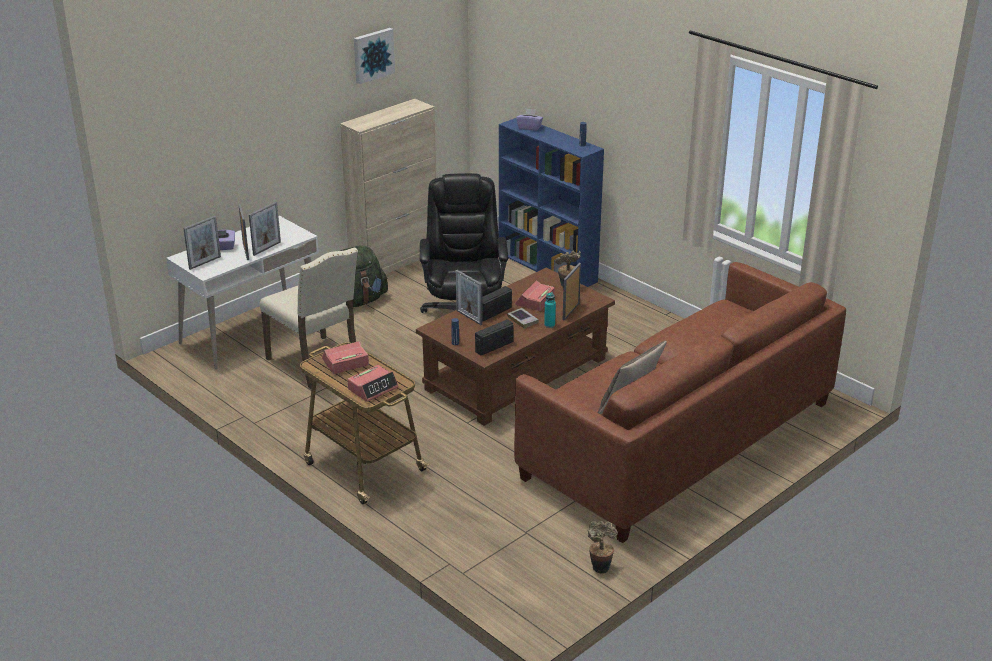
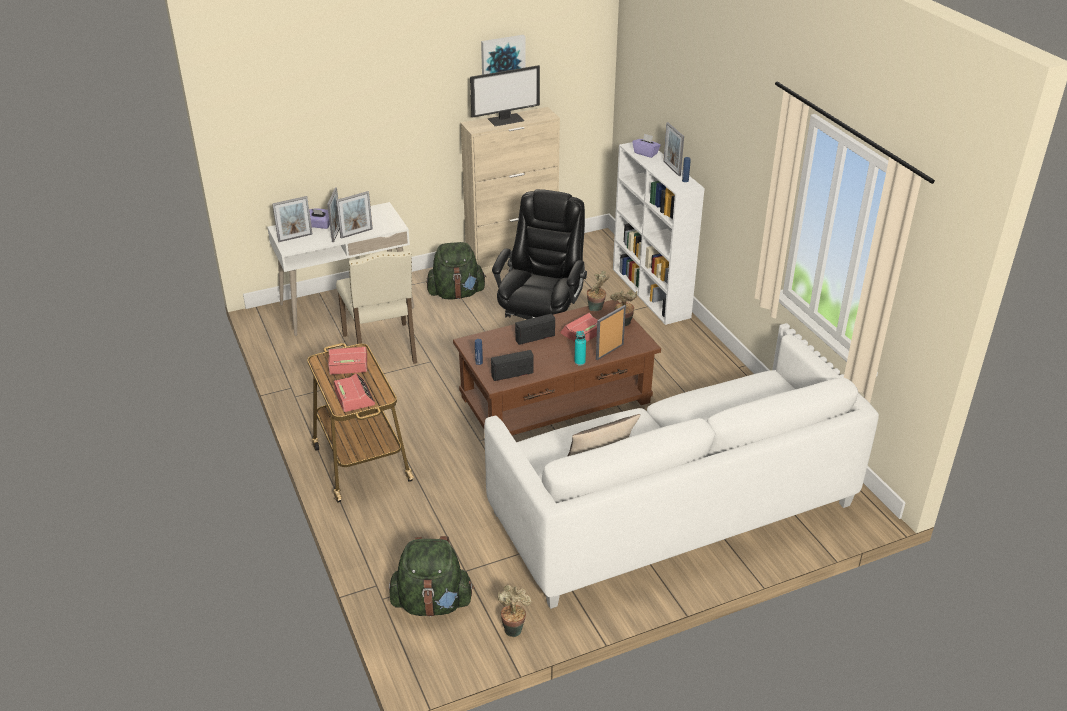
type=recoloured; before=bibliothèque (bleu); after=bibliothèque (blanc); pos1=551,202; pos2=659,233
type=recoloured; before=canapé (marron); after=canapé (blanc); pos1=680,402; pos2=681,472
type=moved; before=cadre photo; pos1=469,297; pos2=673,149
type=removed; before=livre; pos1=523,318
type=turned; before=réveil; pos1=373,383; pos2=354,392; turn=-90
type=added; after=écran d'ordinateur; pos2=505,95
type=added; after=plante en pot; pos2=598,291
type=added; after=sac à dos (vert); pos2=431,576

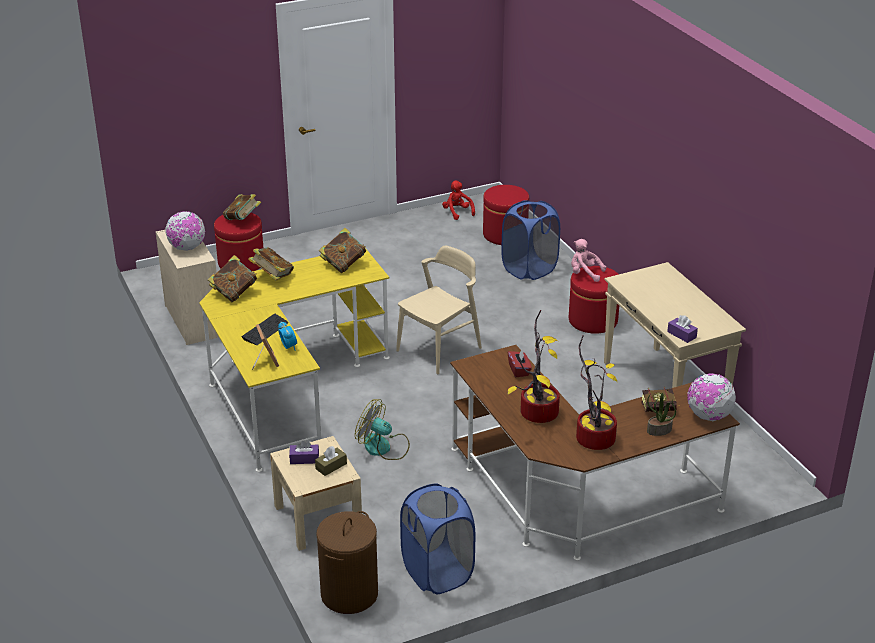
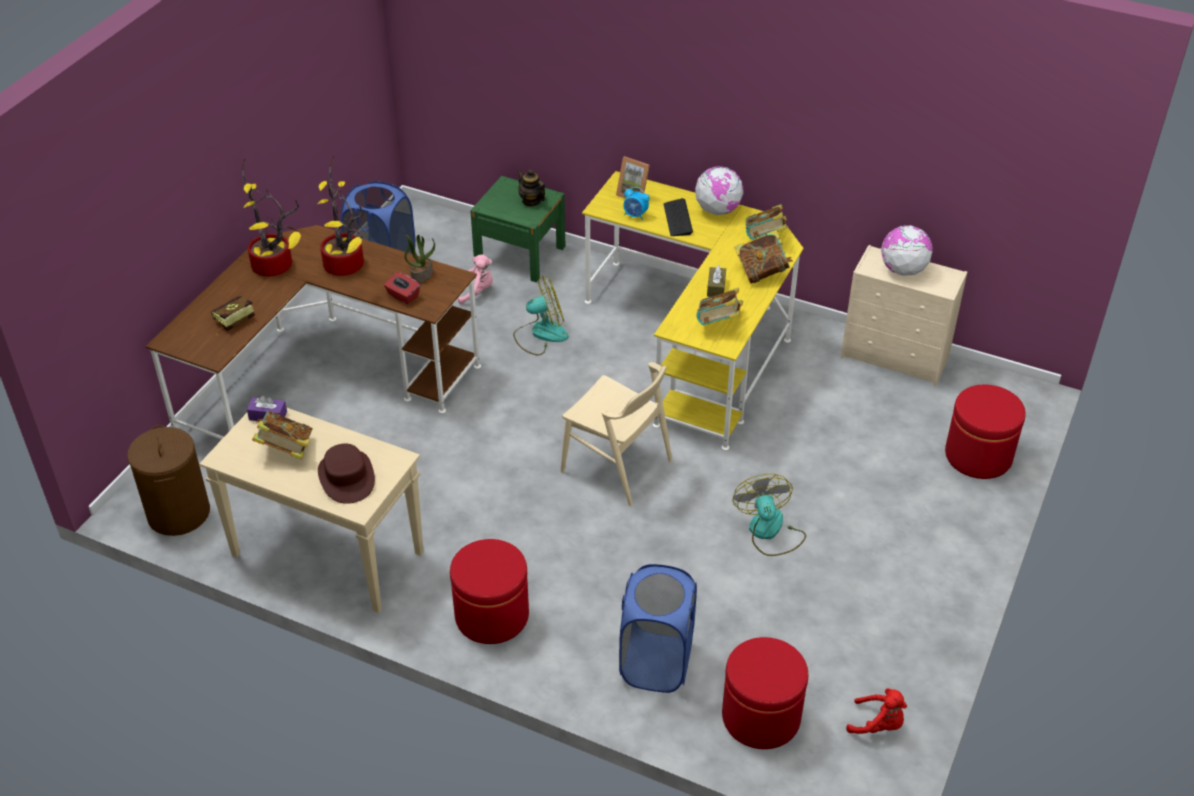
type=moved; before=livre; pos1=242,207; pos2=282,435
type=moved; before=peluche (rose); pos1=588,260; pos2=475,279
type=turned; before=chaise (beige); pos1=439,310; pos2=616,434; turn=-60
type=moved; before=globe; pos1=711,397; pos2=719,190
type=moved; before=plante en pot; pos1=661,414; pos2=419,259
type=recoloured; before=table de chevet (beige); after=table de chevet (vert); pos1=316,493; pos2=517,229
type=replaced; before=boîte à mouchoirs (violet); after=théière; pos1=304,452; pos2=531,188
type=moved; before=boîte à mouchoirs (marron); pos1=331,461; pos2=716,281
type=moved; before=panier à linge (marron); pos1=347,562; pos2=168,480
type=added; after=chapeau (marron); pos2=346,473
type=added; after=ventilateur; pos2=769,515

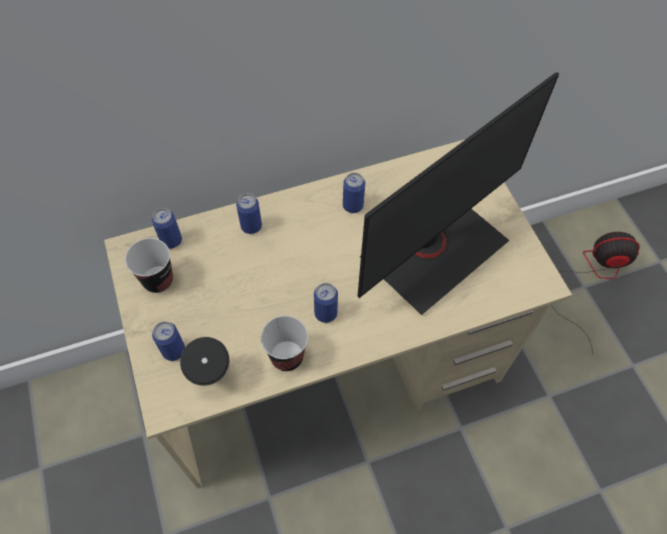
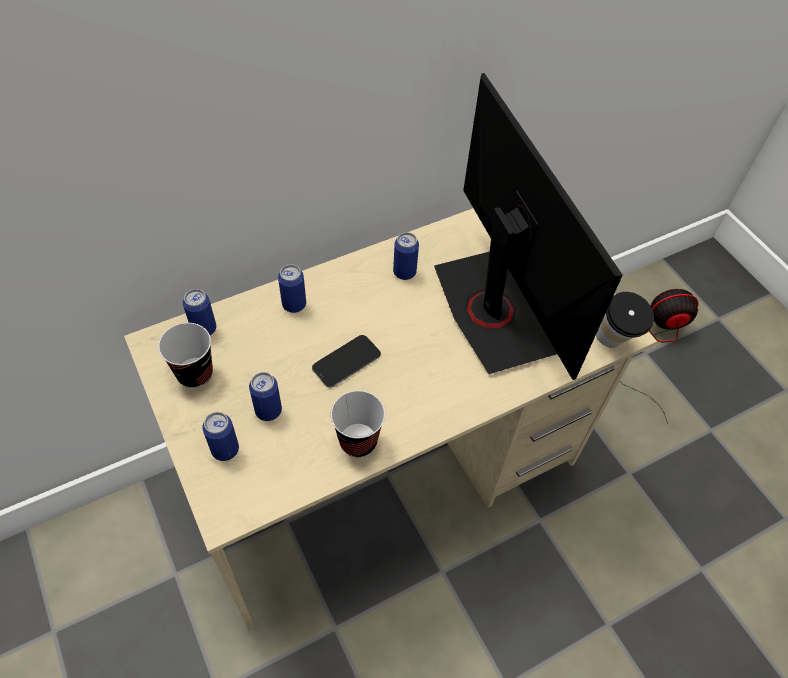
type=turned; before=écran d'ordinateur; pos1=458,193; pos2=528,226; turn=-60
type=moved; before=boîte métallique; pos1=326,303; pos2=265,396
type=moved; before=tasse; pos1=205,361; pos2=625,319
type=added; after=téléphone; pos2=346,361

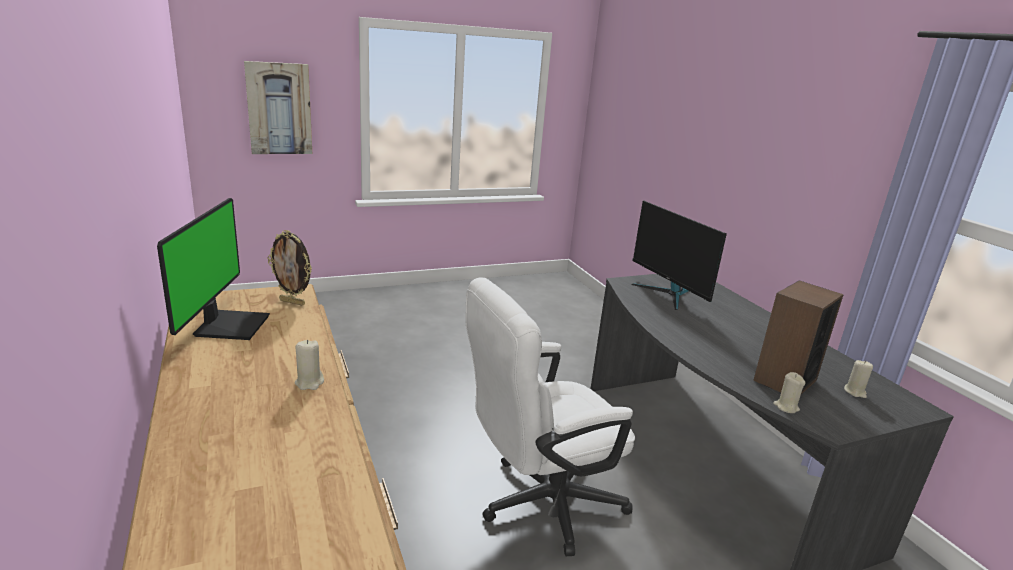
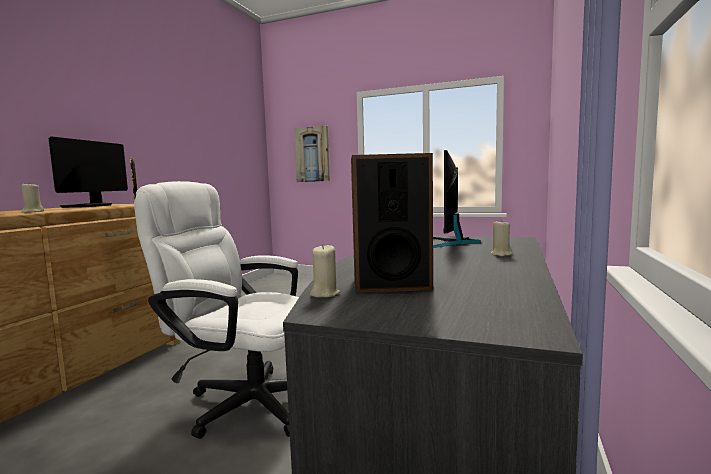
type=turned; before=écran d'ordinateur; pos1=213,269; pos2=88,172; turn=150
type=moved; before=bougie (beige); pos1=858,379; pos2=502,239

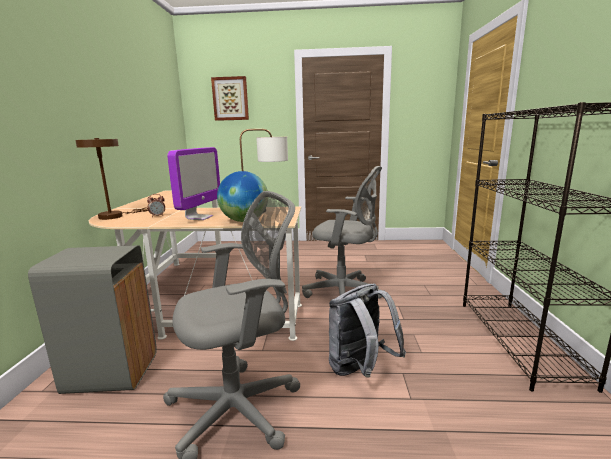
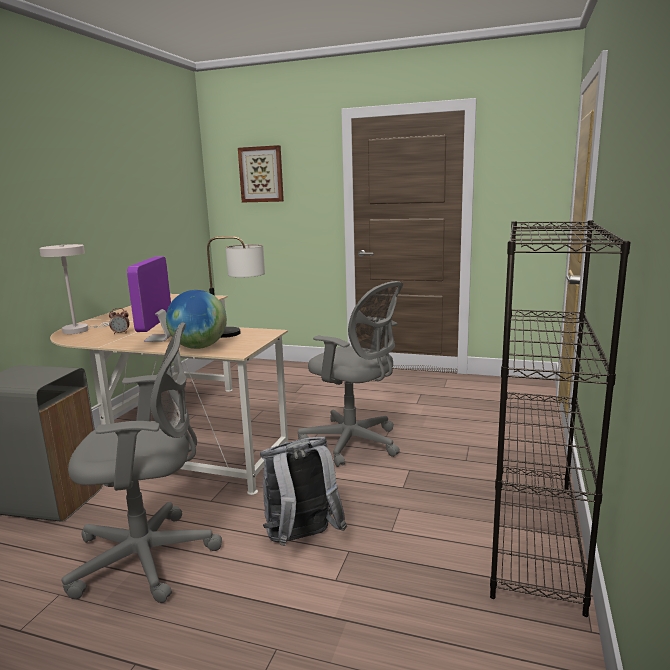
type=recoloured; before=lampe de table (marron); after=lampe de table (blanc); pos1=111,179; pos2=74,289
type=turned; before=écran d'ordinateur; pos1=193,183; pos2=149,299; turn=150

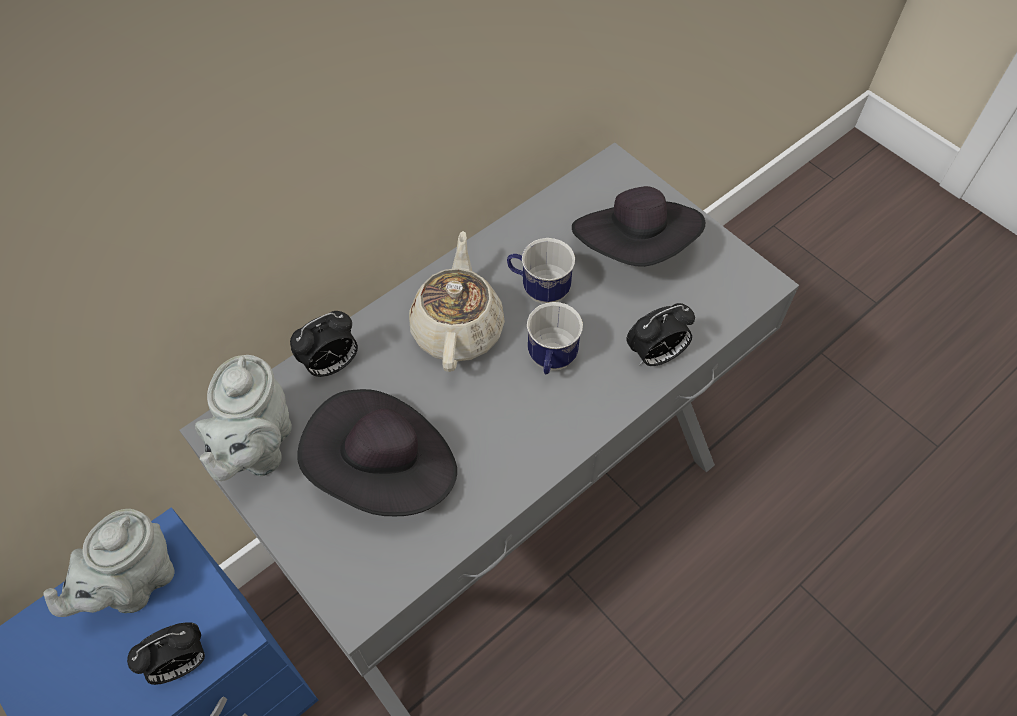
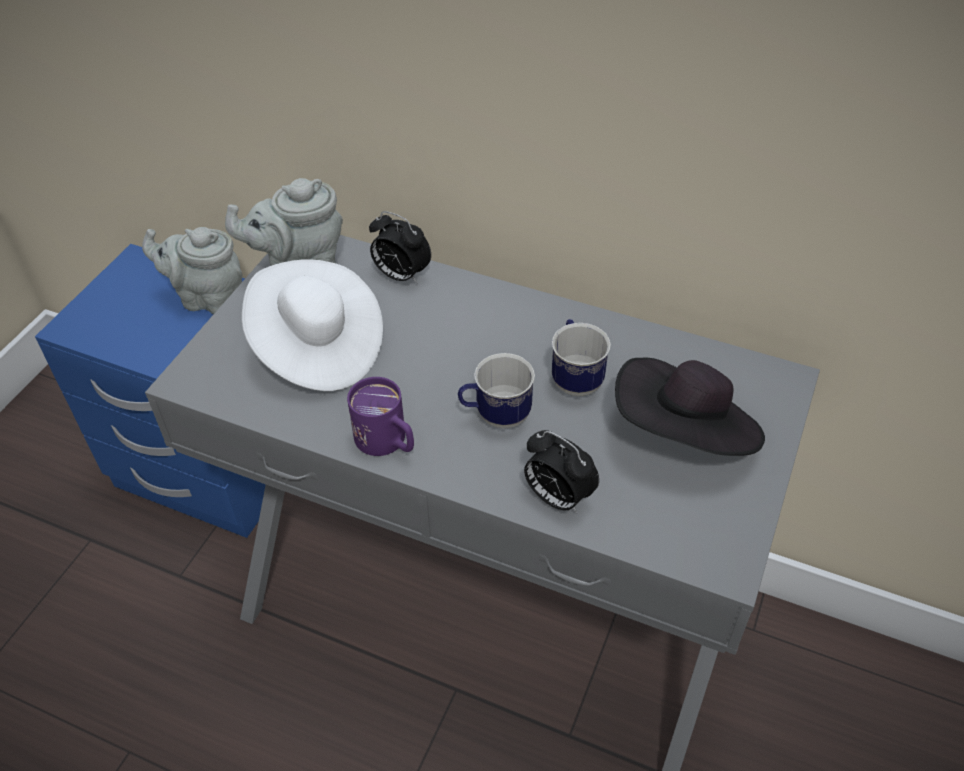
type=removed; before=théière (beige); pos1=457,301
type=recoloured; before=chapeau (noir); after=chapeau (blanc); pos1=377,452; pos2=312,325
type=removed; before=réveil; pos1=166,653
type=added; after=mug (violet); pos2=380,416

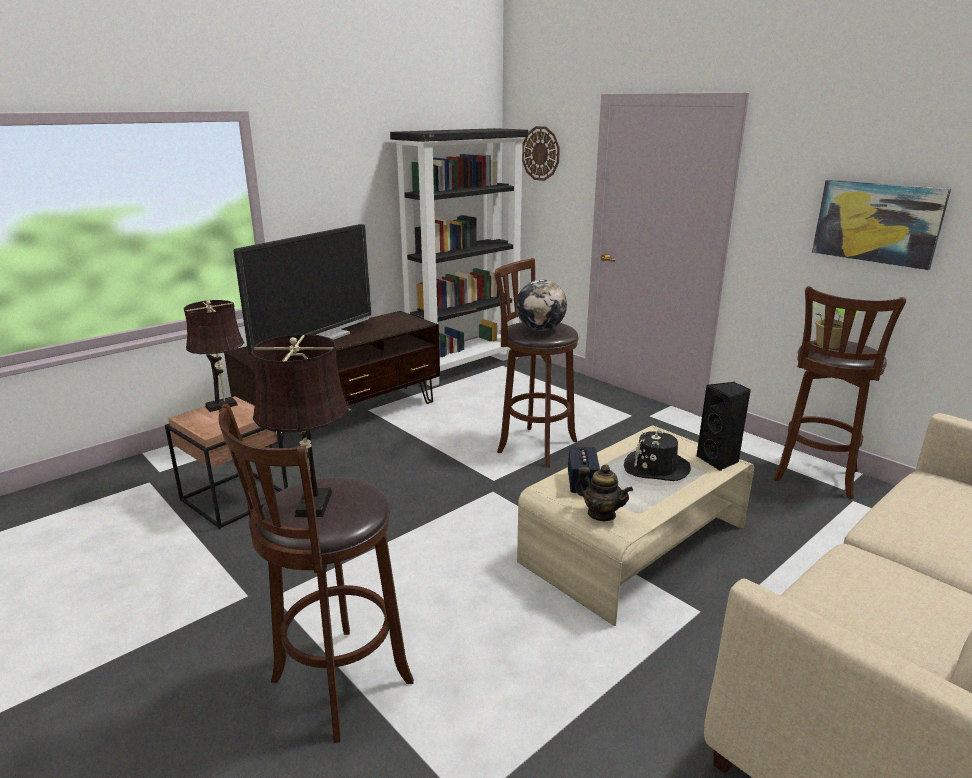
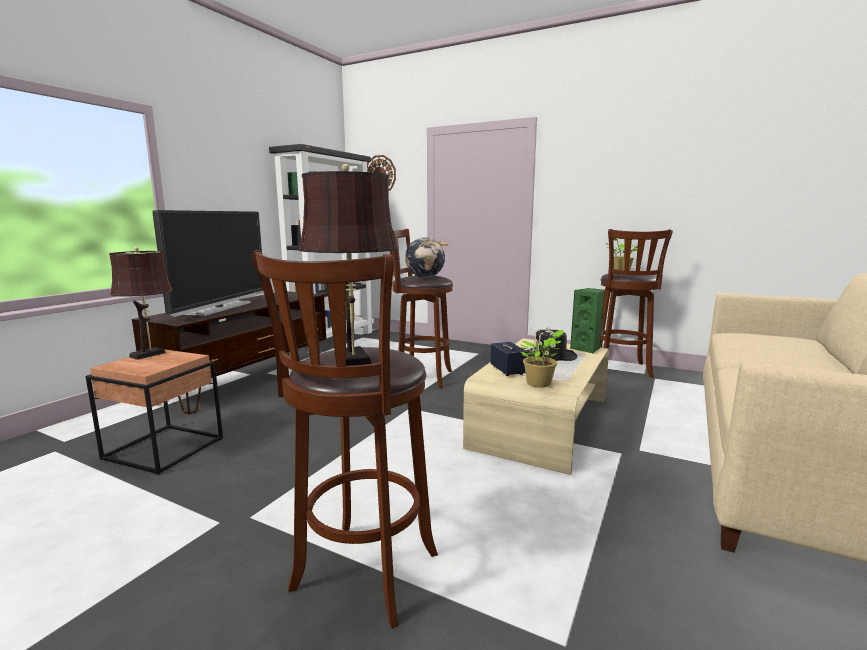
type=removed; before=tableau; pos1=881,225
type=recoloured; before=enceinte (noir); after=enceinte (vert); pos1=723,426; pos2=587,321
type=replaced; before=théière; after=plante en pot; pos1=604,493; pos2=541,359

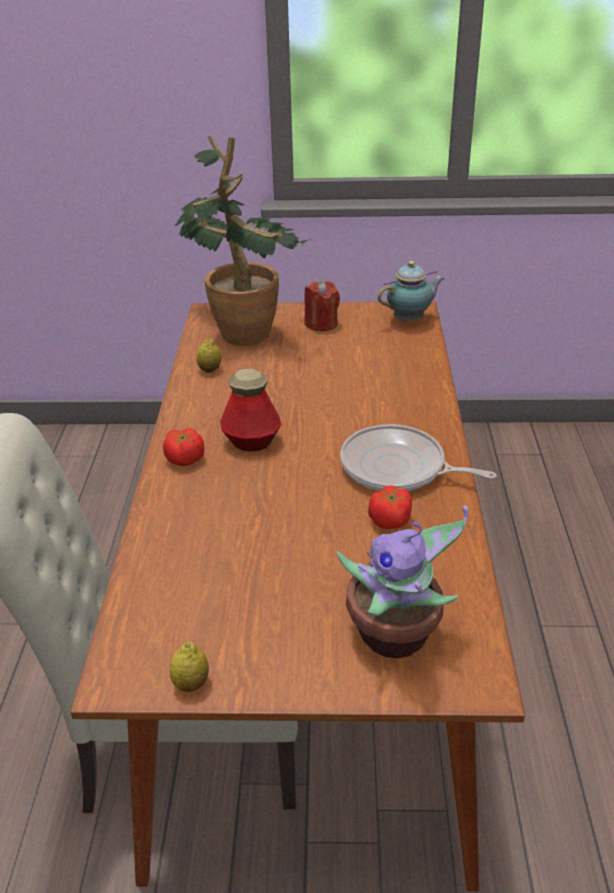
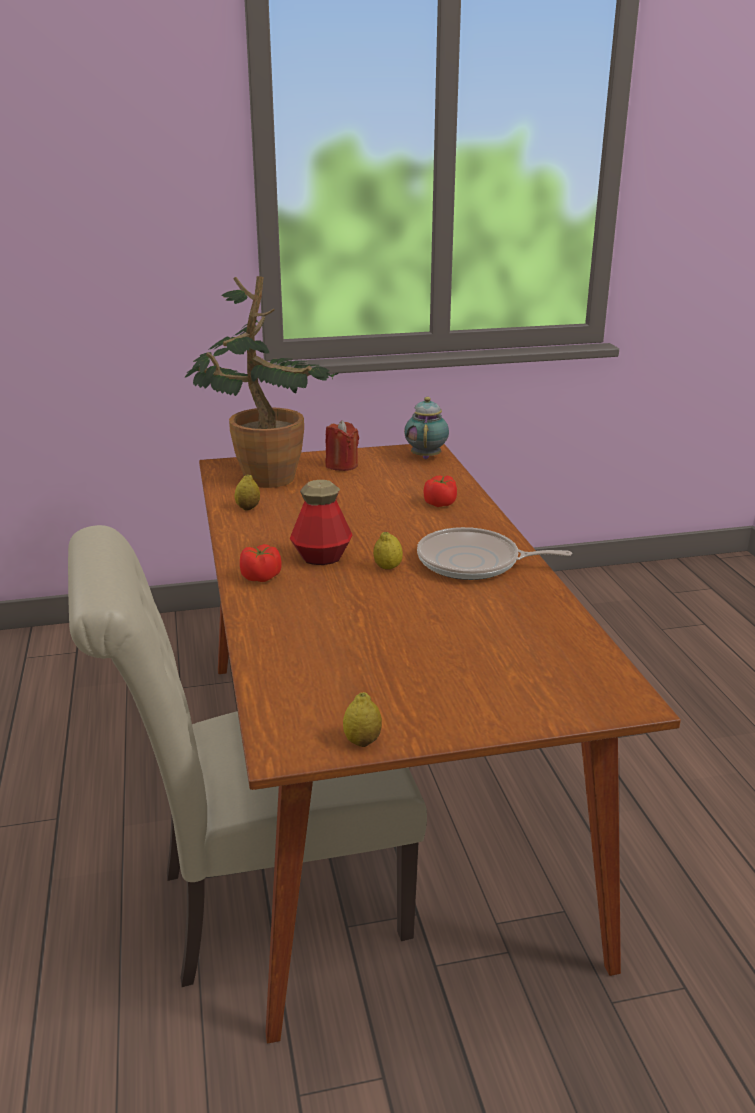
type=turned; before=théière; pos1=411,291; pos2=426,428; turn=-45
type=moved; before=tomate; pos1=390,507; pos2=440,491
type=removed; before=plante en pot; pos1=402,582
type=added; after=citron; pos2=388,550

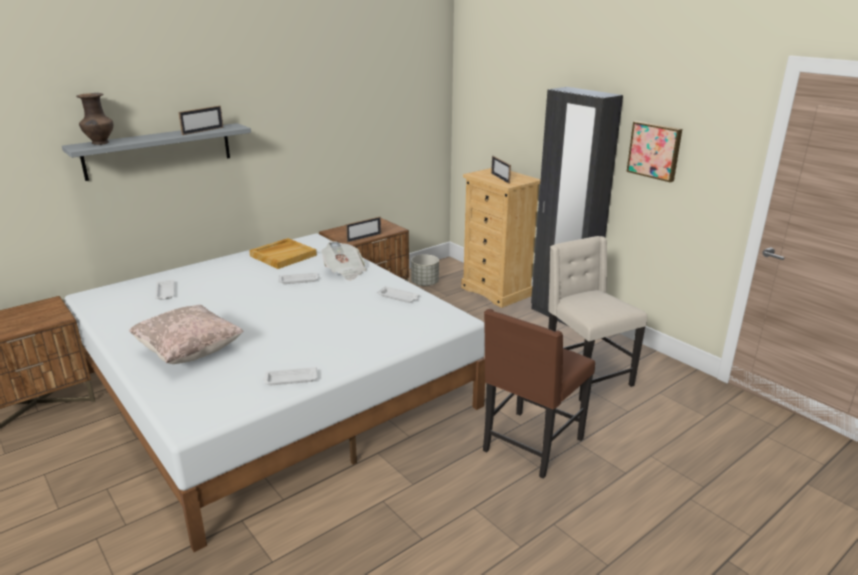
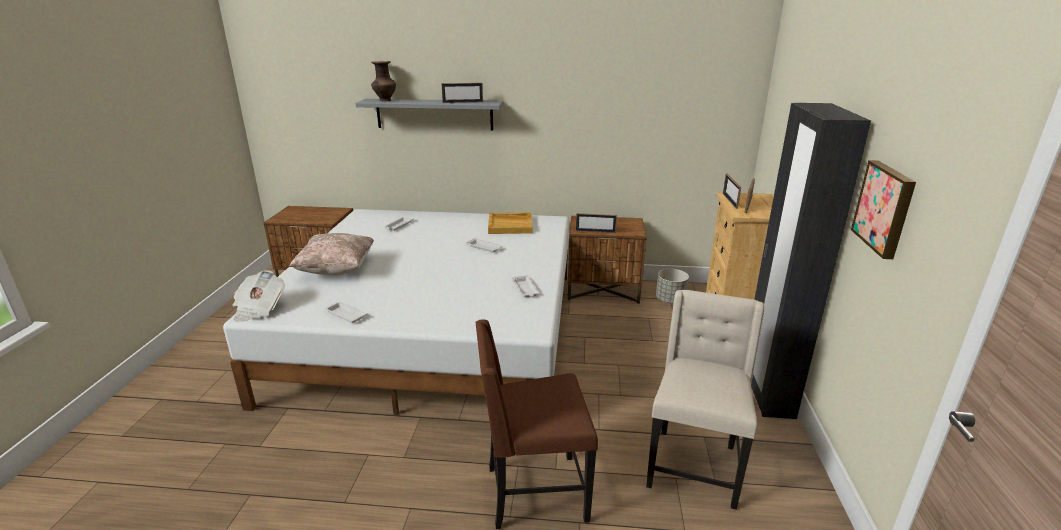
type=moved; before=journal; pos1=344,260; pos2=258,296
type=added; after=cadre photo; pos2=732,191

